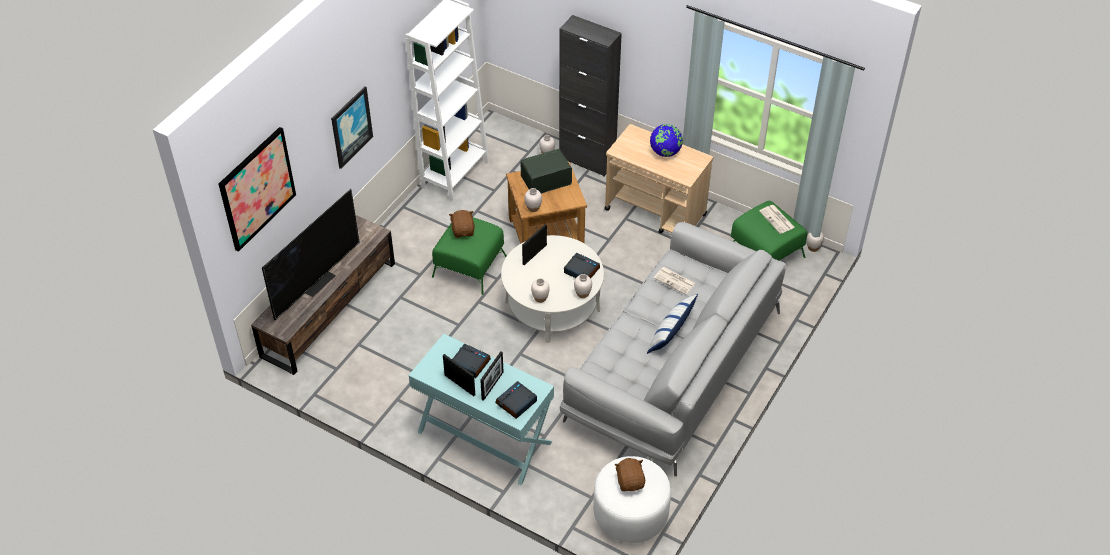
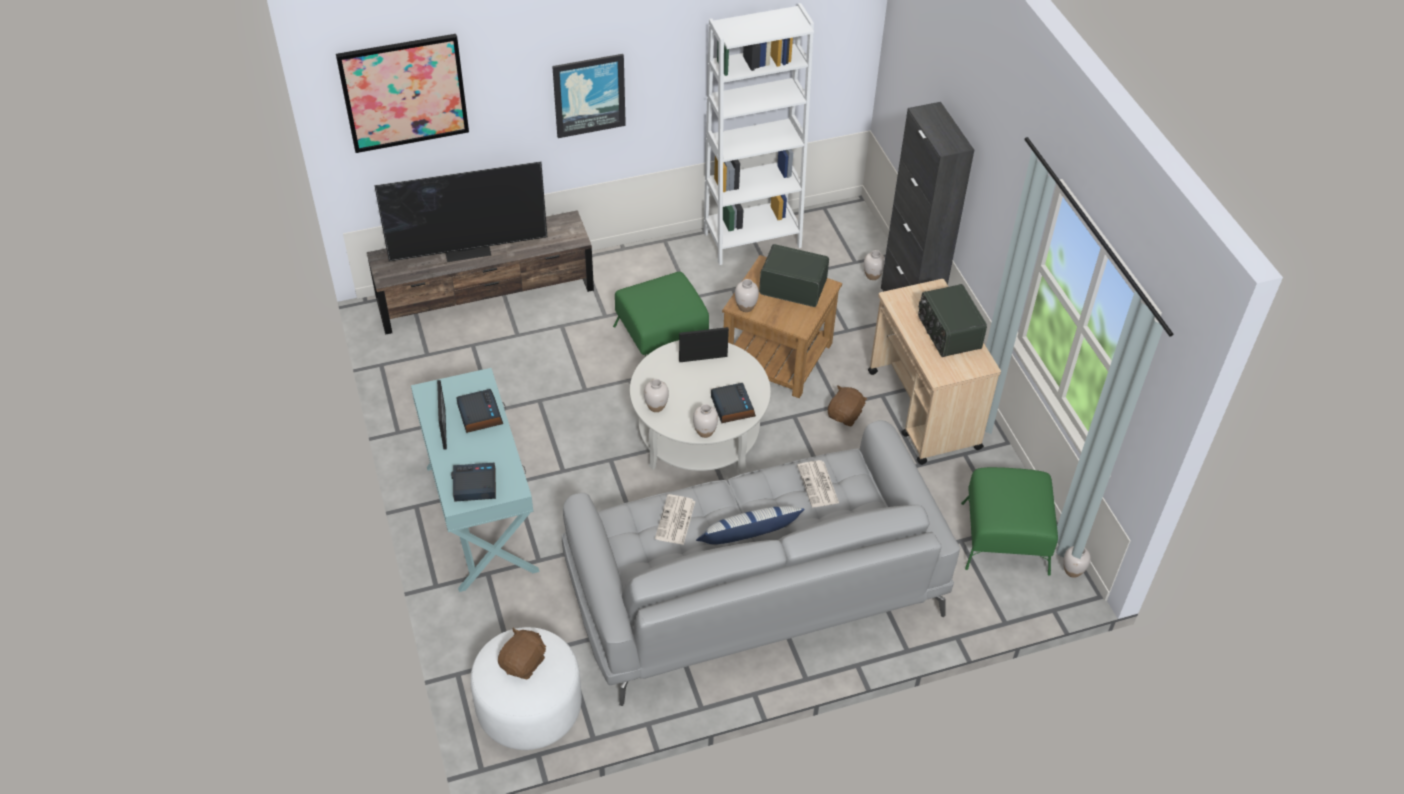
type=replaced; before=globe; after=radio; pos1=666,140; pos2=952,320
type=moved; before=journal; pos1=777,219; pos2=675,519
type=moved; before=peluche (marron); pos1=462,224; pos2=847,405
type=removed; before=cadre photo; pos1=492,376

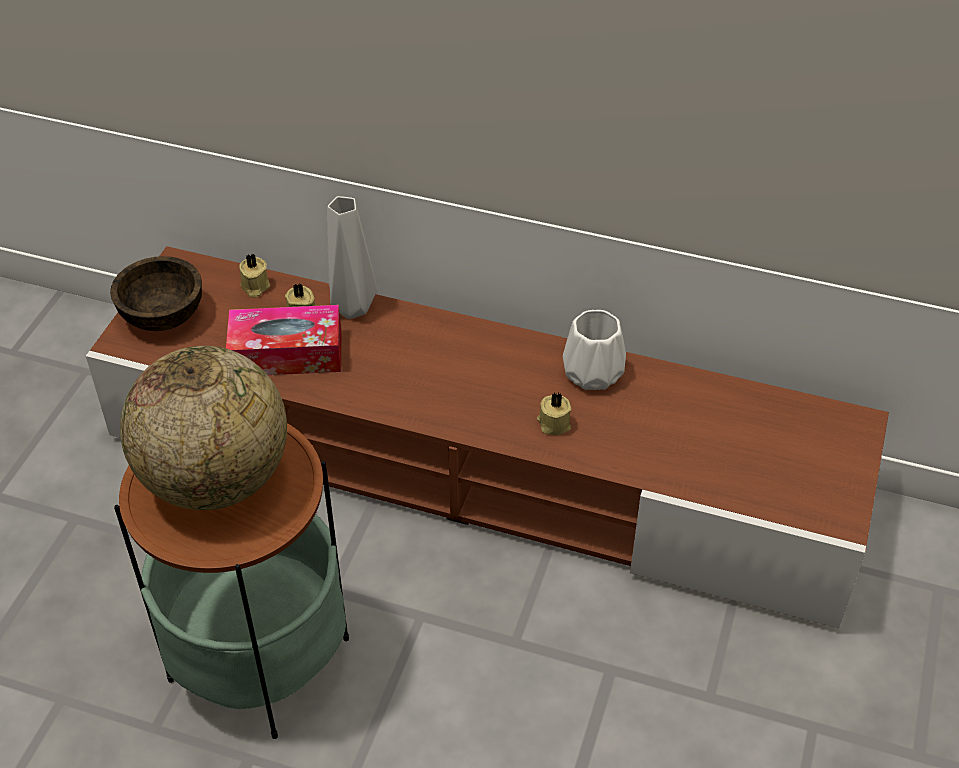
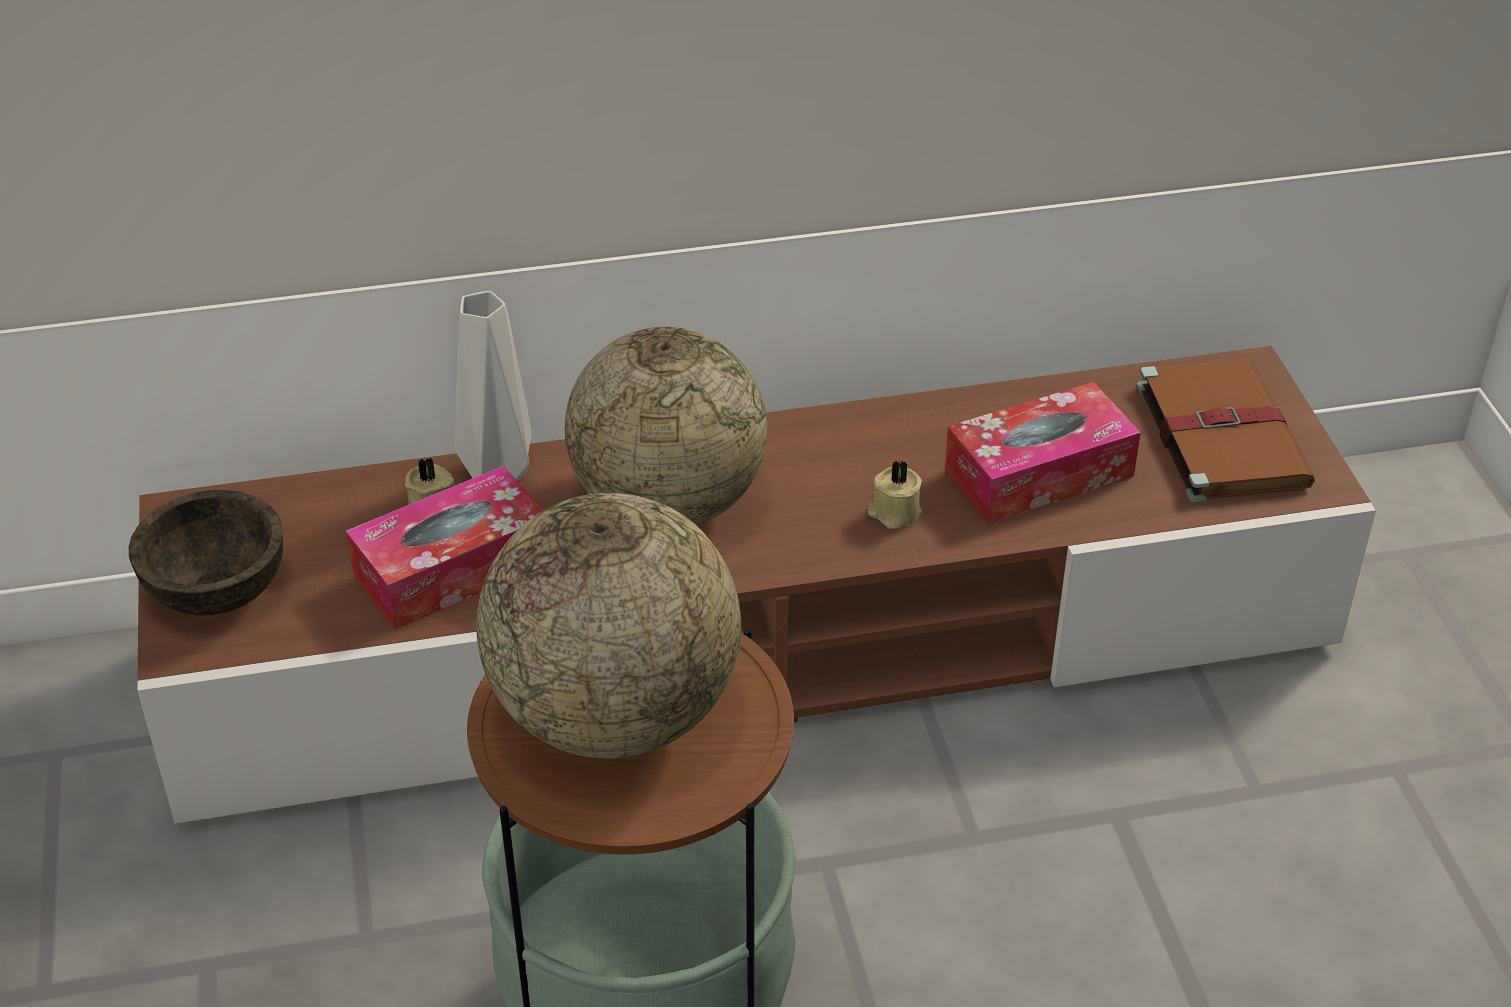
type=removed; before=bougie (beige); pos1=254,275
type=removed; before=vase (blanc); pos1=594,350
type=added; after=globe; pos2=666,426
type=added; after=livre (marron); pos2=1226,430
type=added; after=boîte à mouchoirs; pos2=1043,453

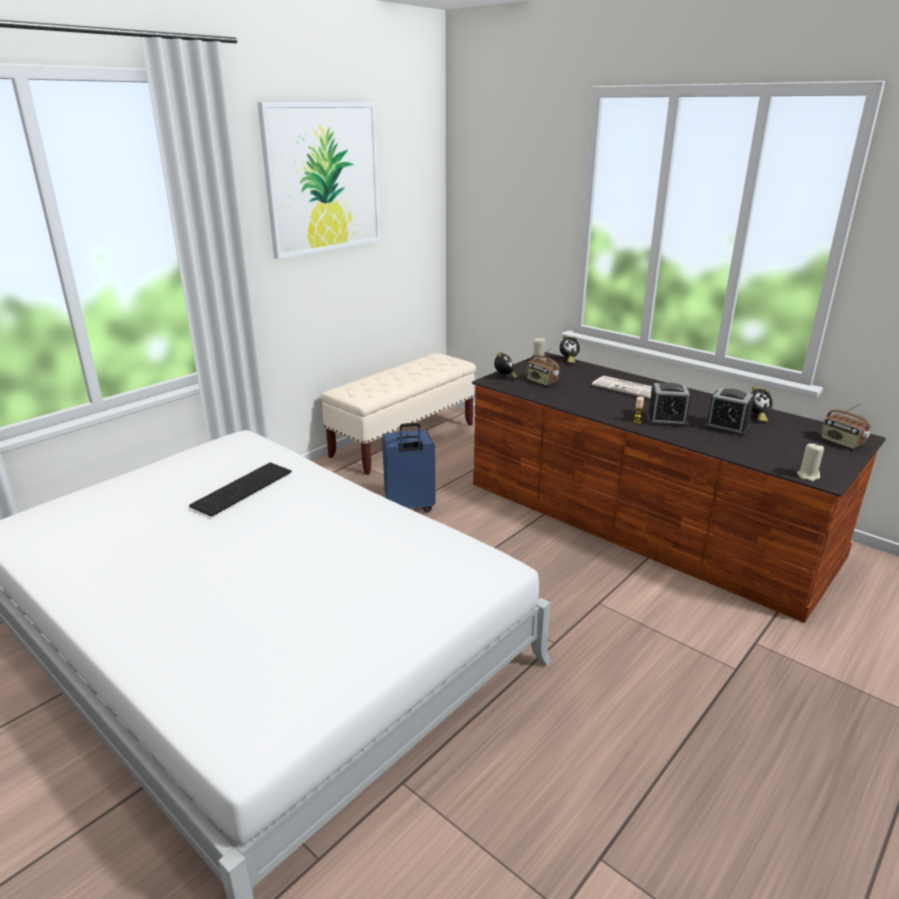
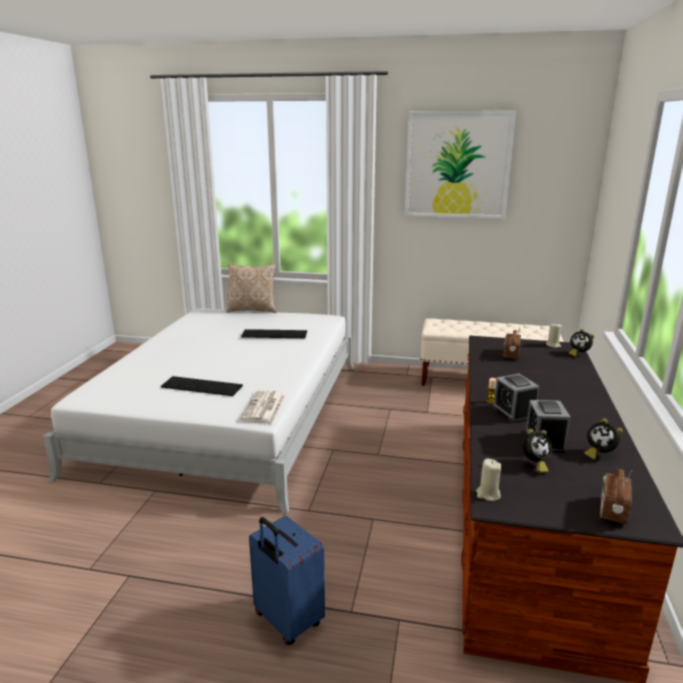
type=moved; before=réveil; pos1=506,365; pos2=537,451
type=moved; before=journal; pos1=622,387; pos2=263,406
type=moved; before=valise (bleu); pos1=409,467; pos2=287,580
type=added; after=coussin; pos2=251,288
type=added; after=clavier; pos2=202,386

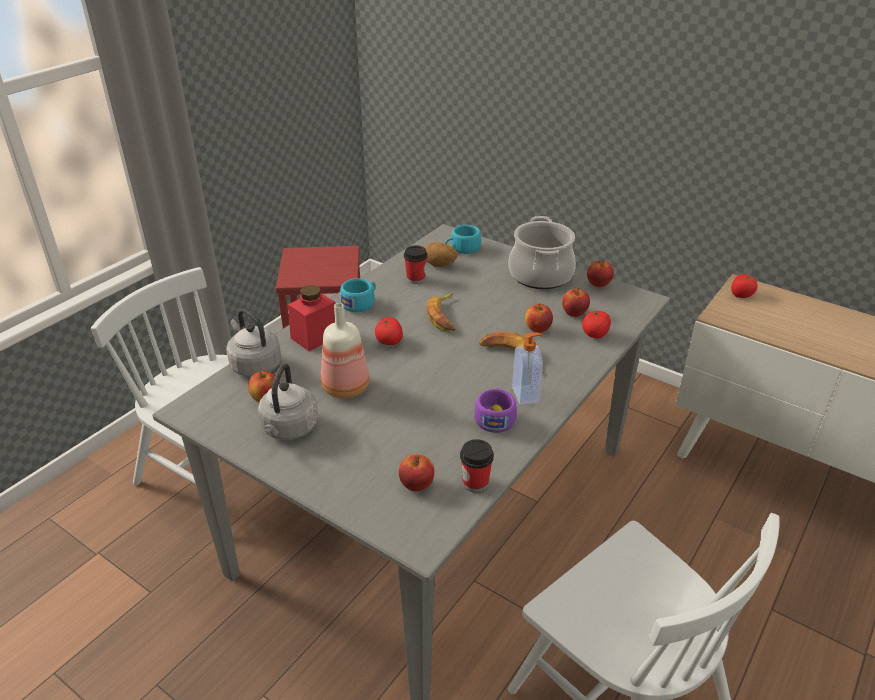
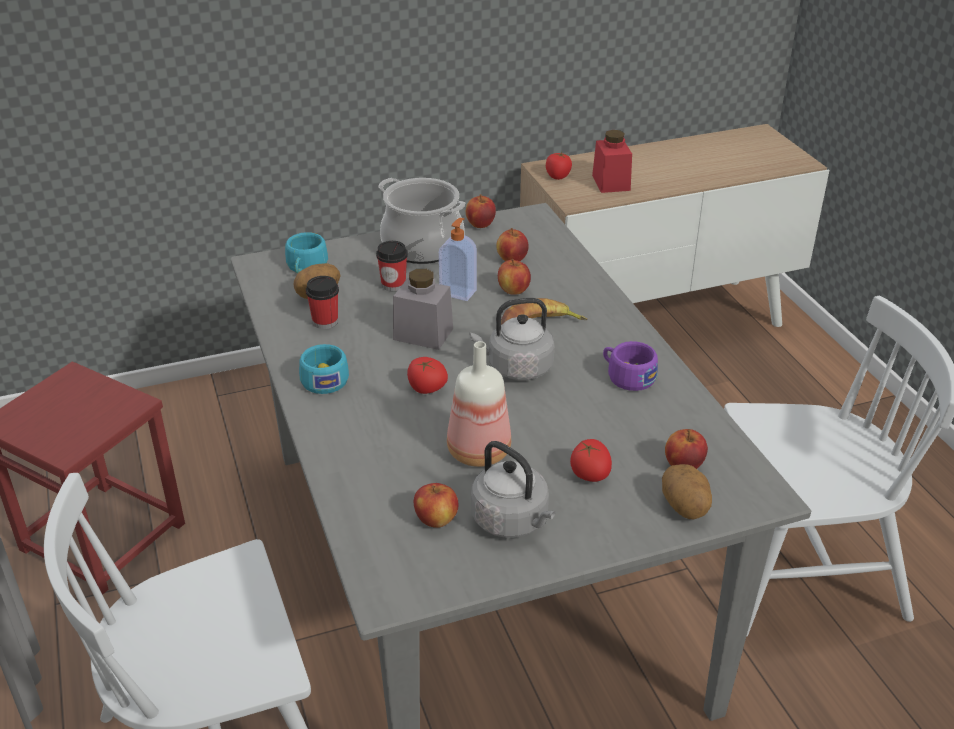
type=moved; before=bocal (rouge); pos1=312,318; pos2=612,161
type=replaced; before=banane; after=bocal (gris); pos1=441,312; pos2=423,309
type=moved; before=bouilloire (gris); pos1=253,343; pos2=511,339
type=moved; before=tomate; pos1=596,324; pos2=591,460
type=moved; before=distributeur de savon; pos1=527,368; pos2=458,259
type=moved; before=tasse; pos1=477,466; pos2=392,266
type=added; after=pomme de terre; pos2=687,491

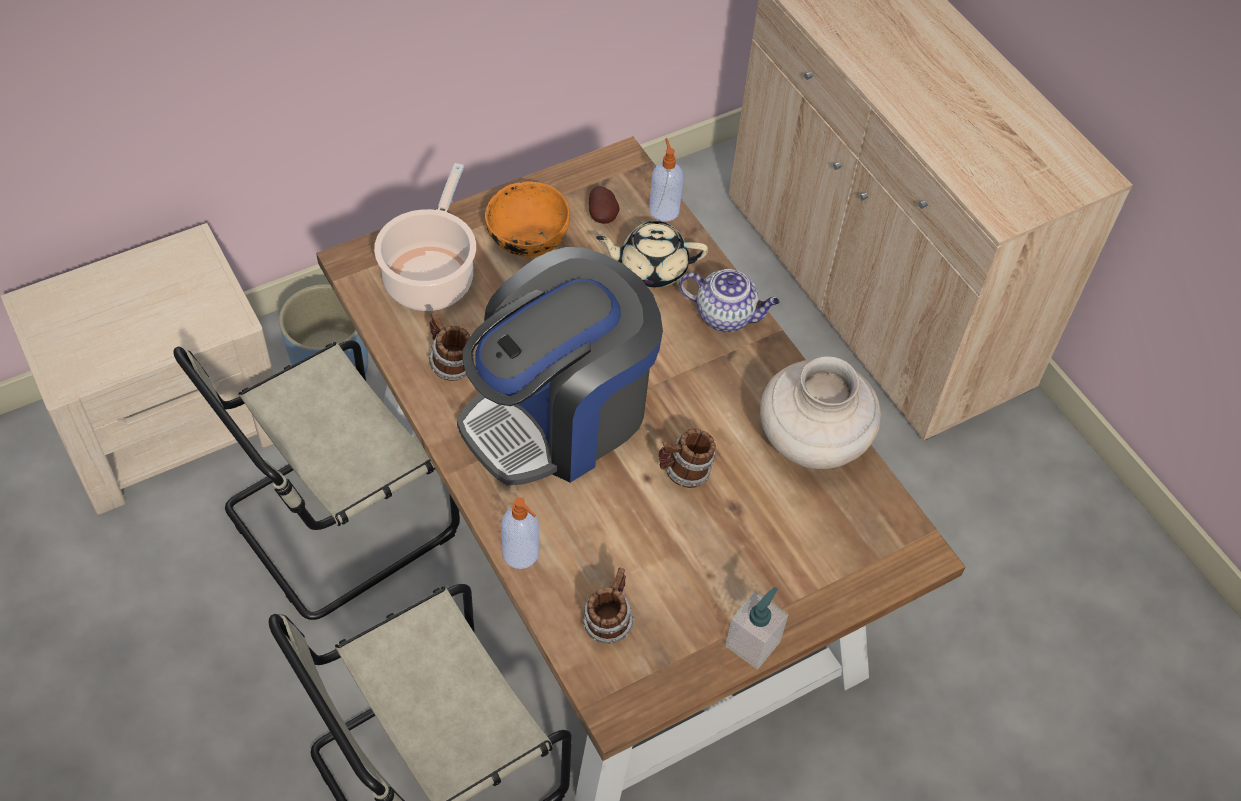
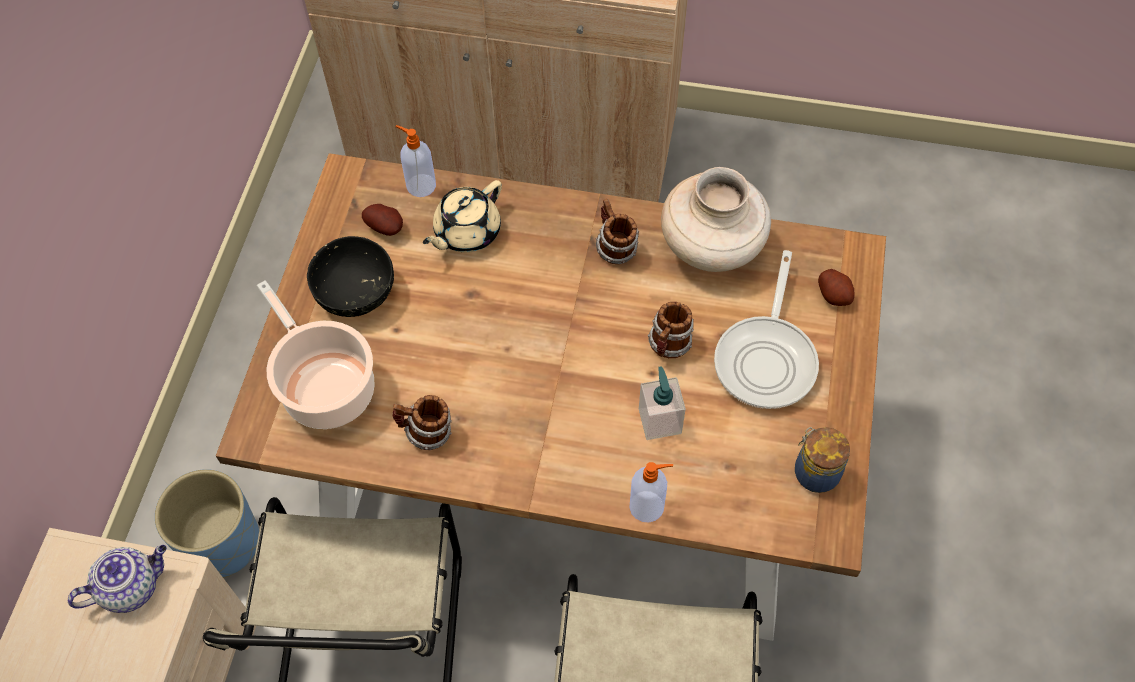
type=recoloured; before=bol (orange); after=bol (noir); pos1=527,219; pos2=350,276
type=removed; before=machine à café; pos1=560,366
type=moved; before=théière; pos1=729,300; pos2=117,579
type=moved; before=mug; pos1=609,606; pos2=617,231
type=moved; before=distributeur de savon; pos1=756,628; pos2=662,403
type=added; after=poêle; pos2=766,329
type=added; after=pomme de terre; pos2=836,287
type=added; after=bocal; pos2=822,460

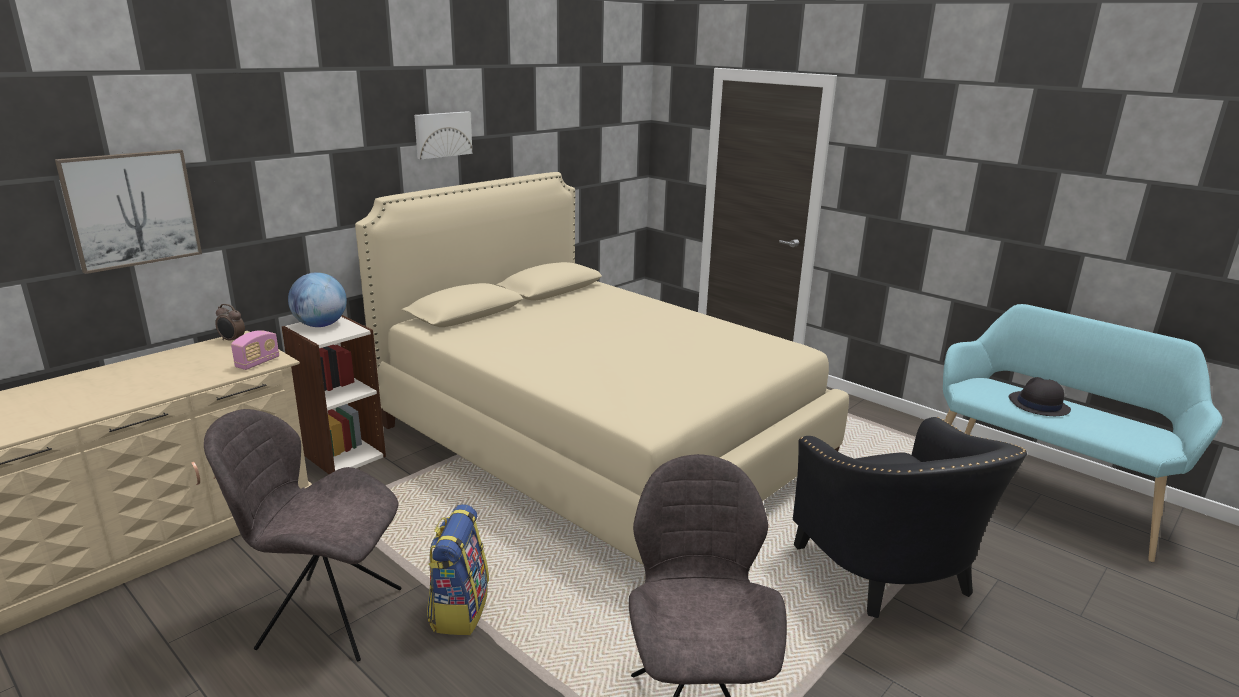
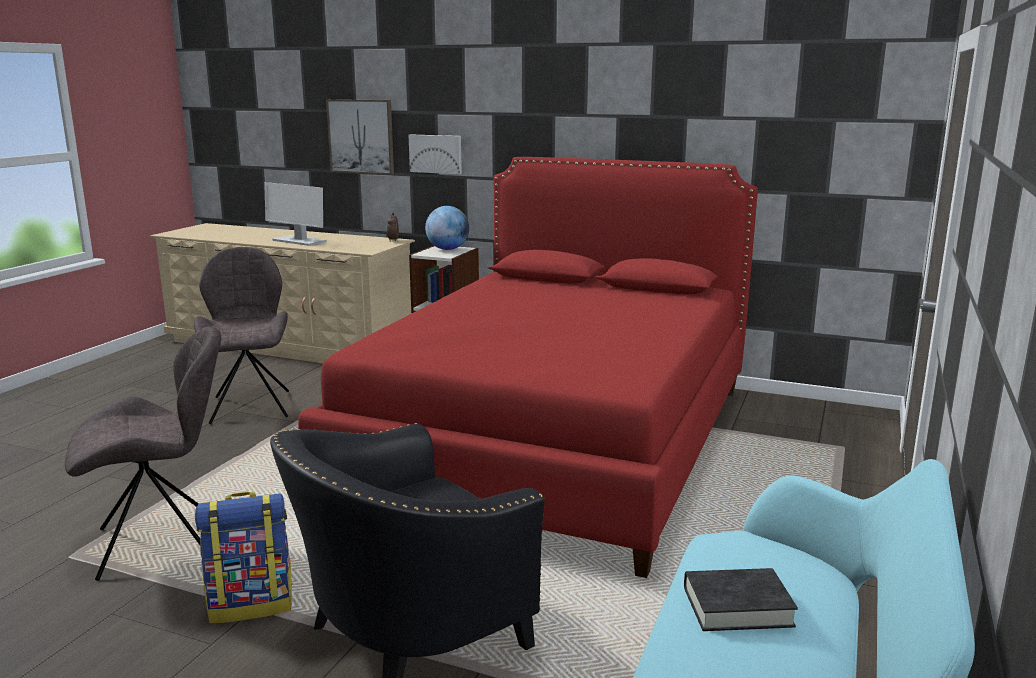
type=moved; before=tableau; pos1=443,135; pos2=435,154
type=recoloured; before=lit (beige); after=lit (rouge); pos1=602,369; pos2=528,367
type=removed; before=radio; pos1=255,350
type=replaced; before=chapeau (noir); after=livre (noir); pos1=1040,396; pos2=741,599
type=moved; before=sac à dos; pos1=458,569; pos2=244,558
type=added; after=écran d'ordinateur; pos2=295,214

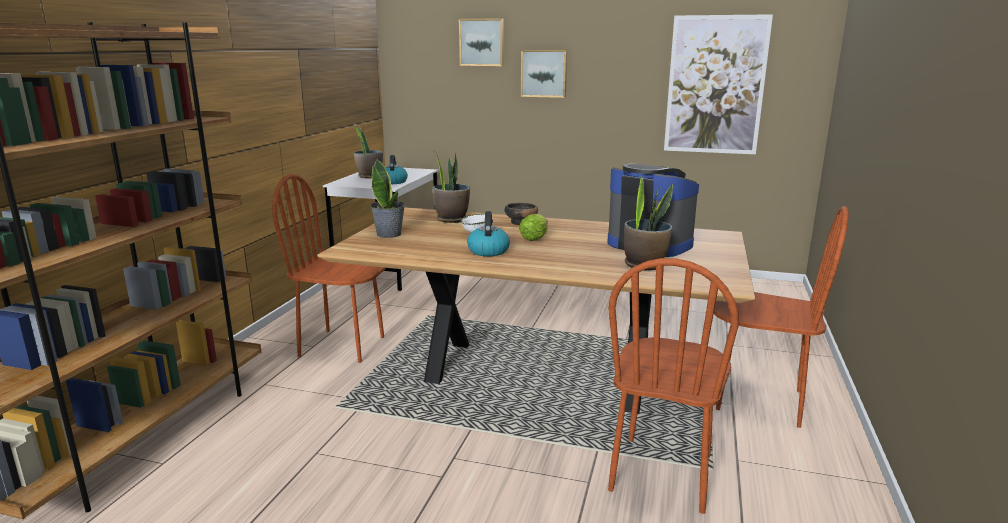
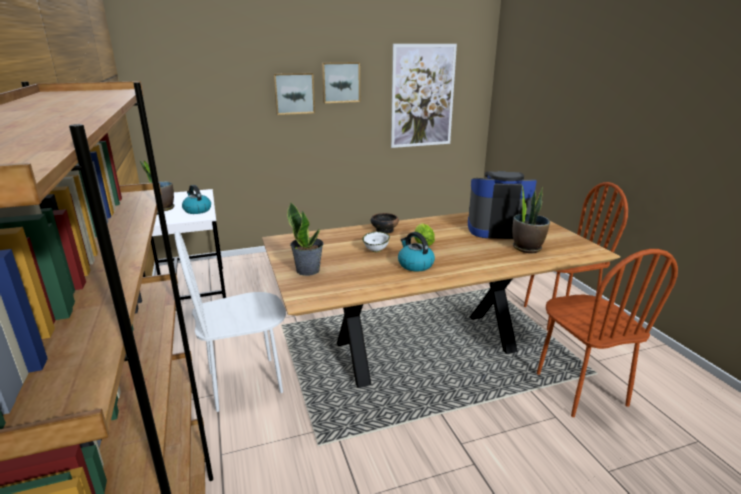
type=moved; before=tableau; pos1=481,42; pos2=341,82
type=removed; before=plante en pot; pos1=451,187
type=recoloured; before=chaise (marron); after=chaise (blanc); pos1=329,268; pos2=230,321

